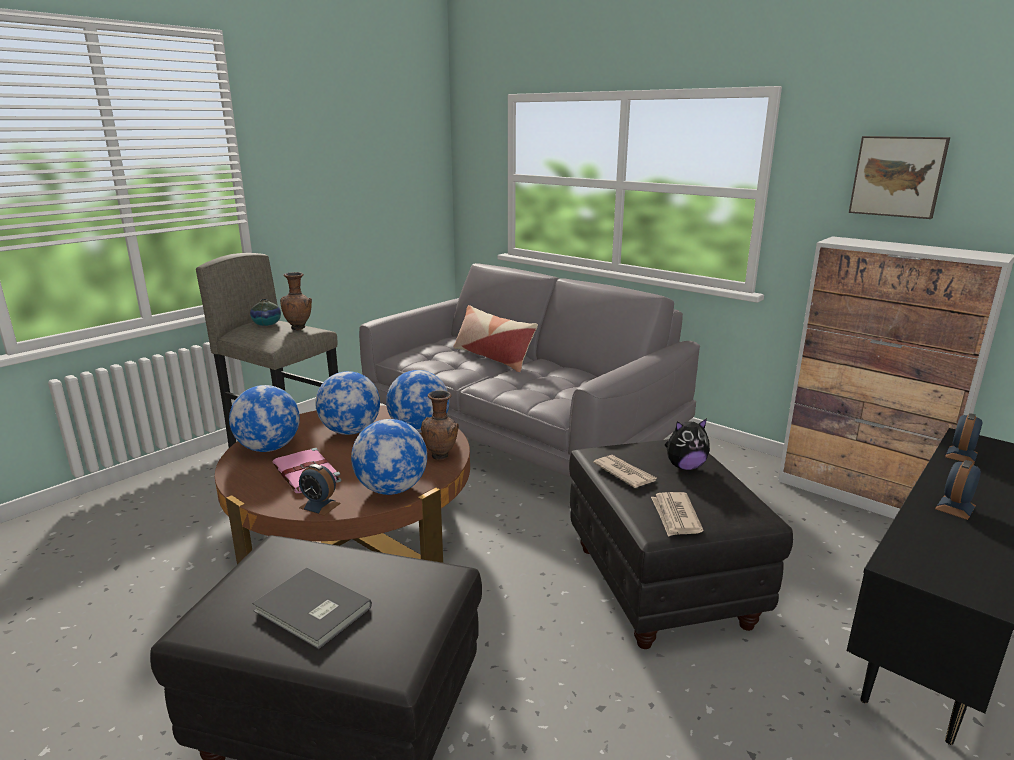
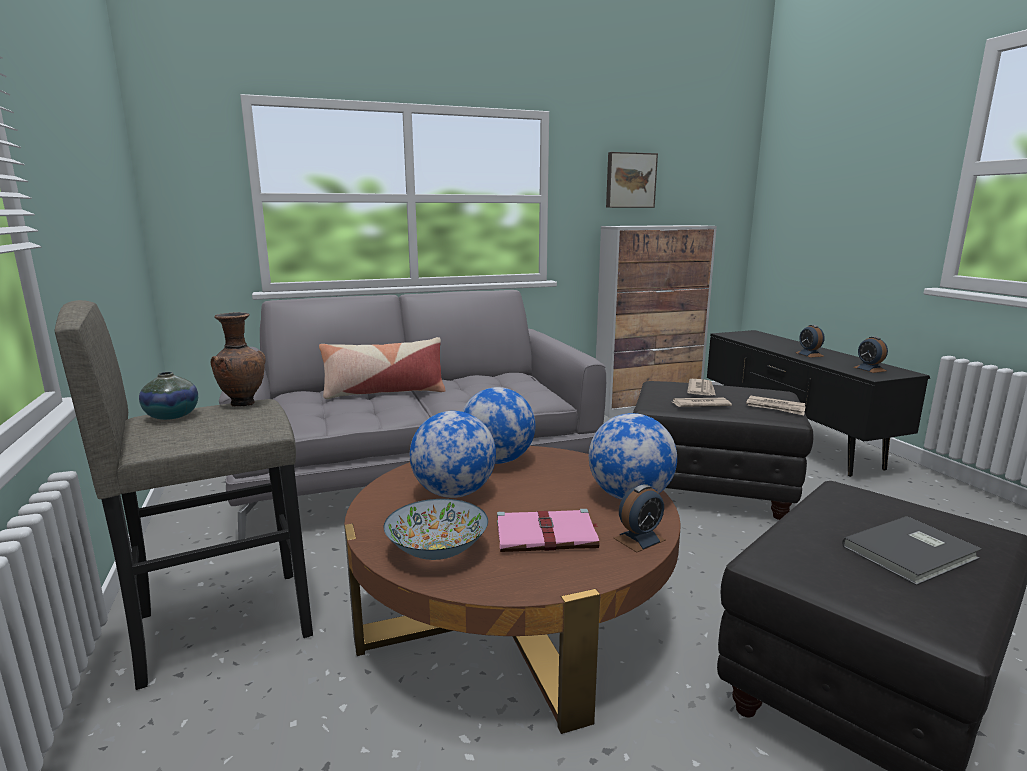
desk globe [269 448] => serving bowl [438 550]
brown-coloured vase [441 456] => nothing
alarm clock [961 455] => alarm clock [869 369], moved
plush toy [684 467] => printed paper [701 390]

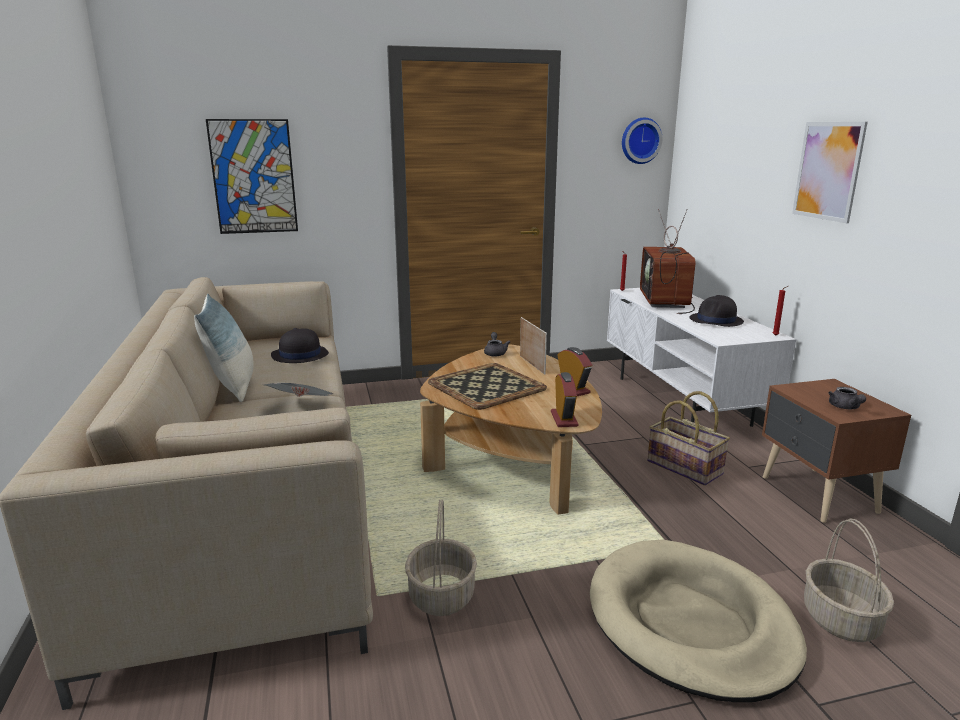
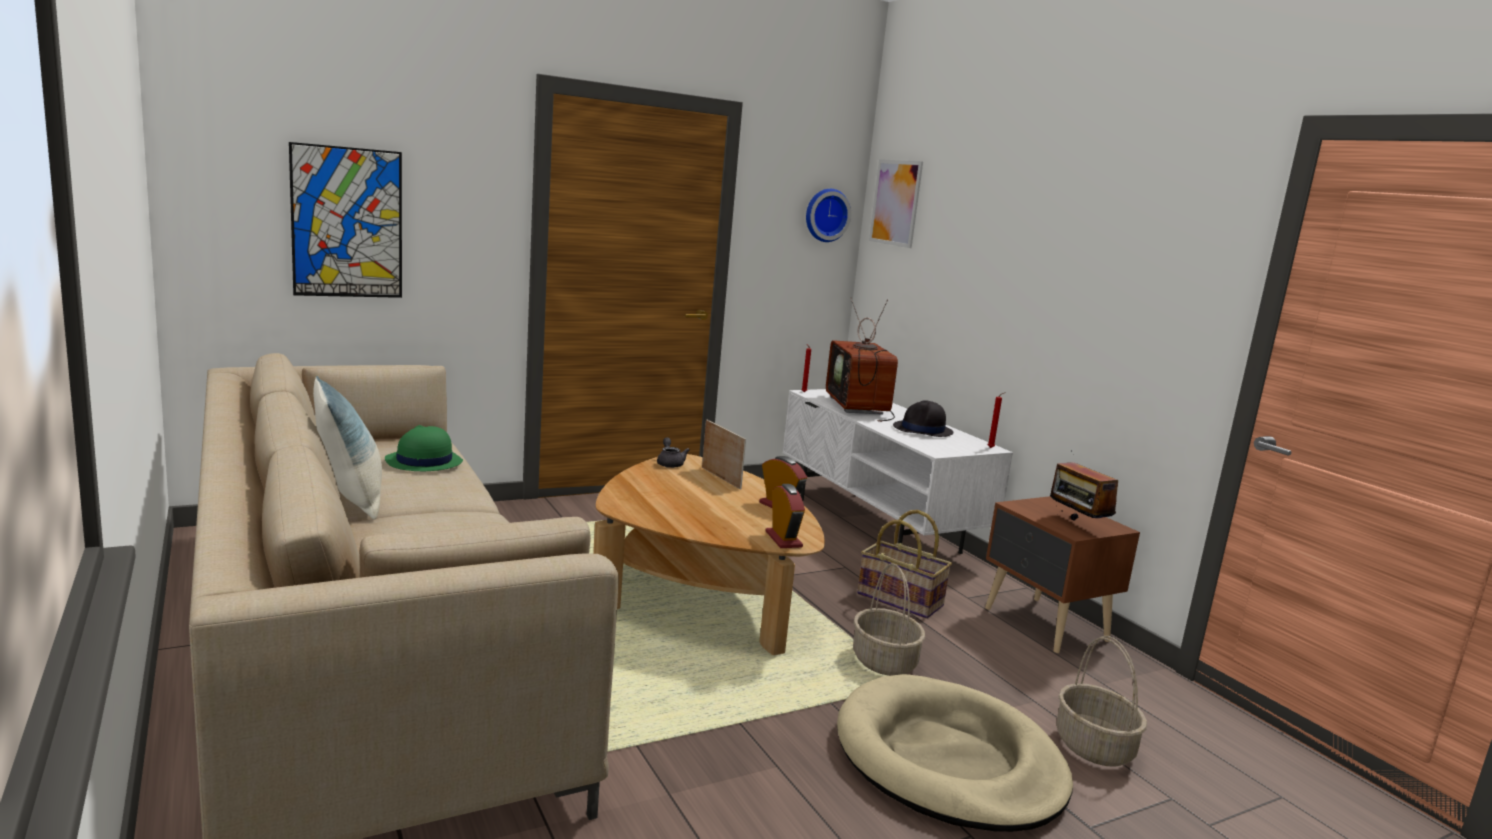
picture [828 171] => picture [895 203], moved
black-coloured hat [299 355] => green hat [423 462]
serving tray [486 385] => nothing
printed paper [303 407] => nothing
grey tea pot [845 407] => radio set [1076 525]
storage basket [441 595] => storage basket [883 661], moved

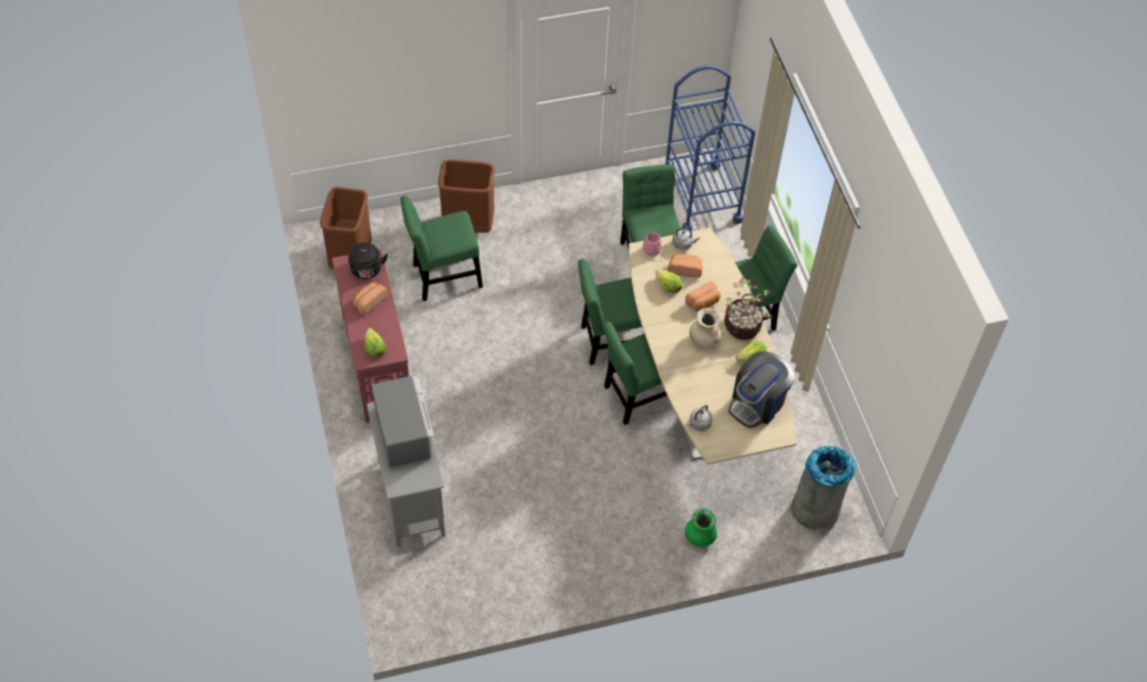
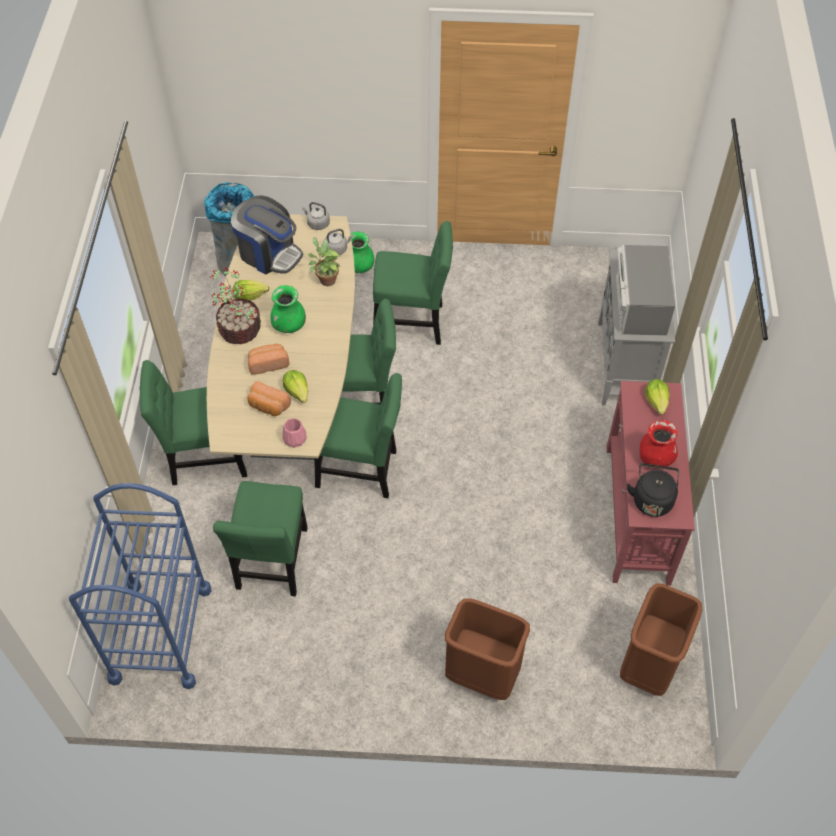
green chair [443 277] => green chair [412 323], moved
grey kettle [683 244] => grey kettle [317 223], moved
baked bread [369 302] => red vase [655 458]
beige-coloured vase [704 340] => green vase [289 325]
coffee machine [757 403] => coffee machine [269 253], 60 degrees clockwise
nothing => plant in a pot [326 279]

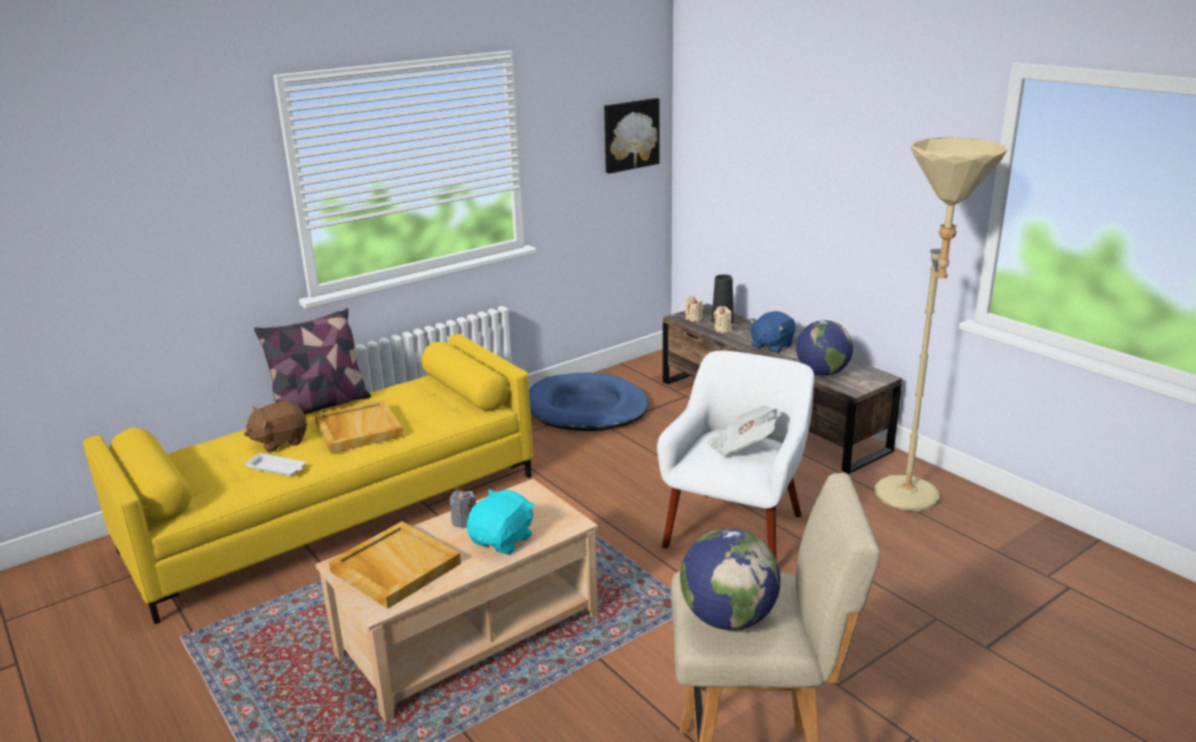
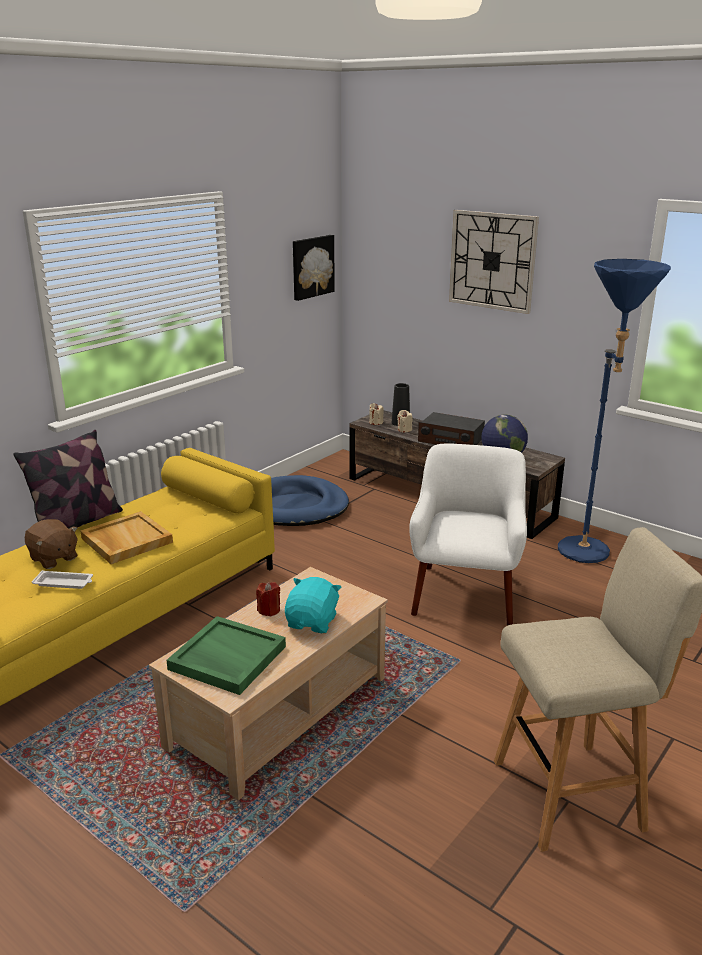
beige-coloured standard lamp [911 502] => bluish standard lamp [589 556]
bluish plush toy [771 346] => radio set [451 440]
brown-coloured plush toy [280 441] => brown-coloured plush toy [53 558], 90 degrees counterclockwise
printed paper [742 447] => nothing
grey candle [464 521] => red candle [269 610]
beige-coloured serving tray [394 567] => green serving tray [226 658]
desk globe [728 618] => nothing
nothing => hanging clock [492 261]

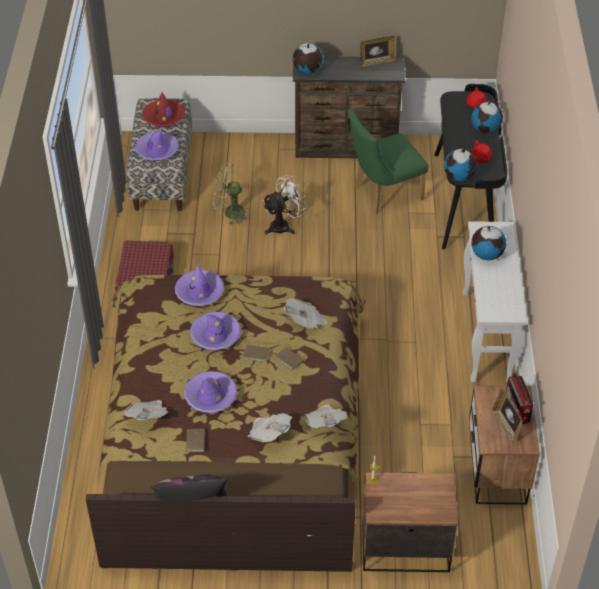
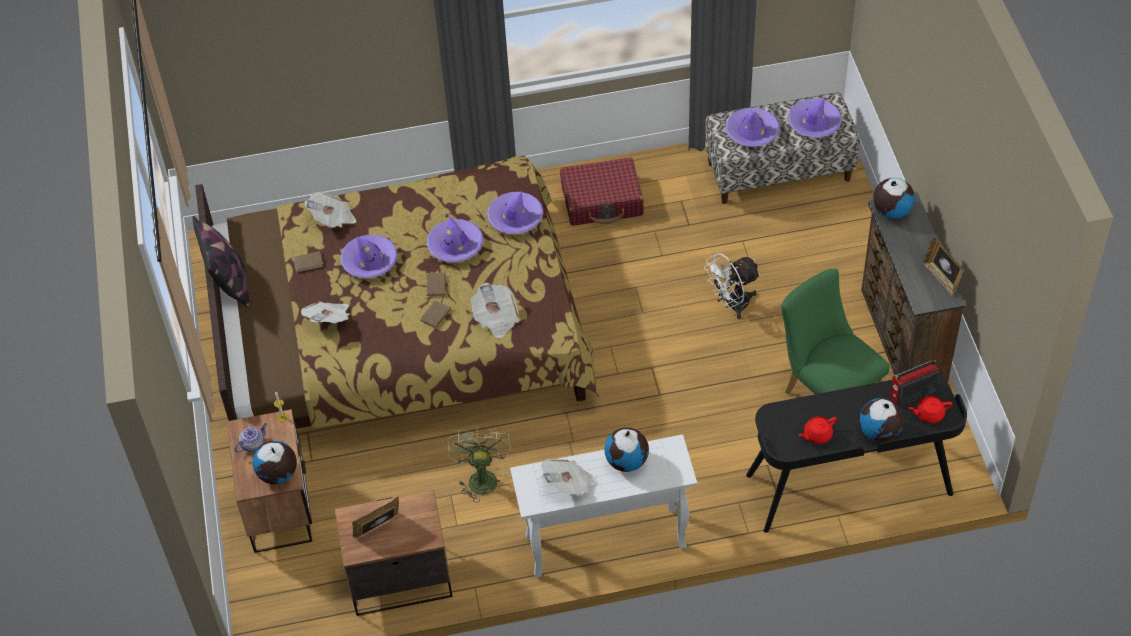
red hat [164 117] => purple-coloured hat [814 123]
desk globe [459 177] => desk globe [278 474], moved
green electric fan [229 212] => green electric fan [481 477], moved
whitish electric fan [284 225] => whitish electric fan [732 305], 105 degrees clockwise
radio set [517 410] => radio set [911 393], moved
printed paper [325 423] => printed paper [569 484], moved
nothing => tea pot [253 444]

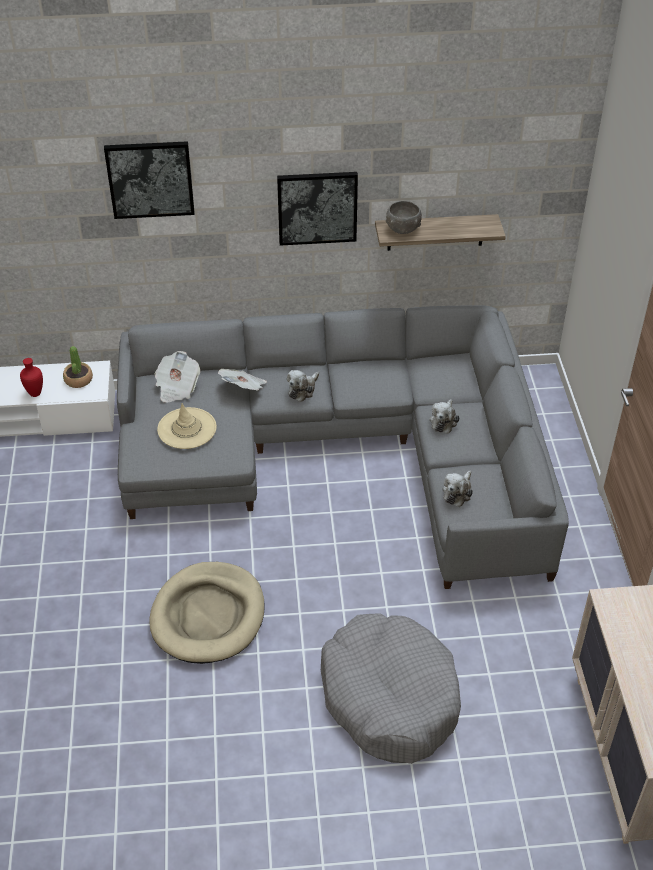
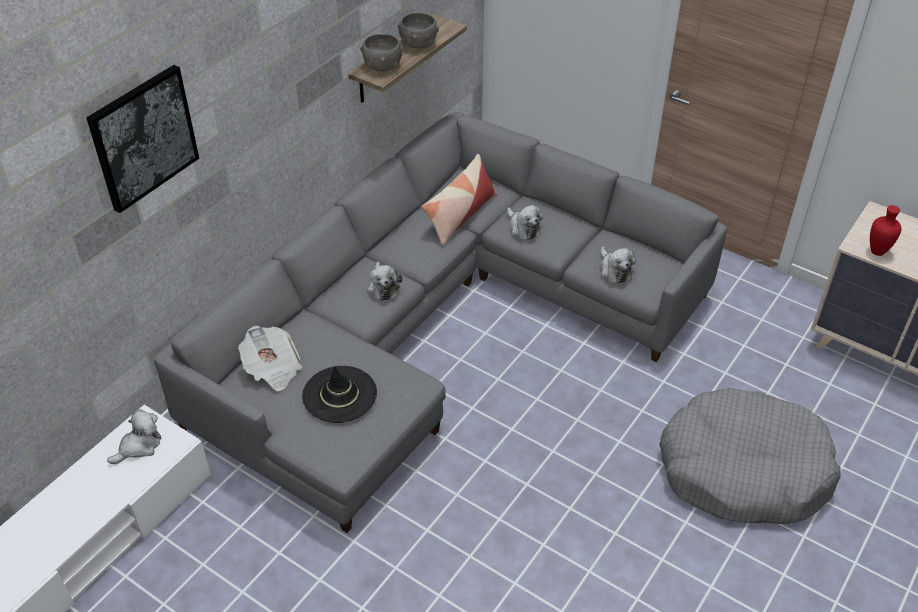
picture [317 207] => nothing
plant in a pot [78 379] => plush toy [139 446]
red vase [36 393] => red vase [877 251], moved
printed paper [244 388] => nothing
beige-coloured hat [187 429] => black-coloured hat [340 394]
beige-coloured dog bed [208 616] => nothing
nothing => grey serving bowl [418 44]
nothing => throw pillow [460 216]

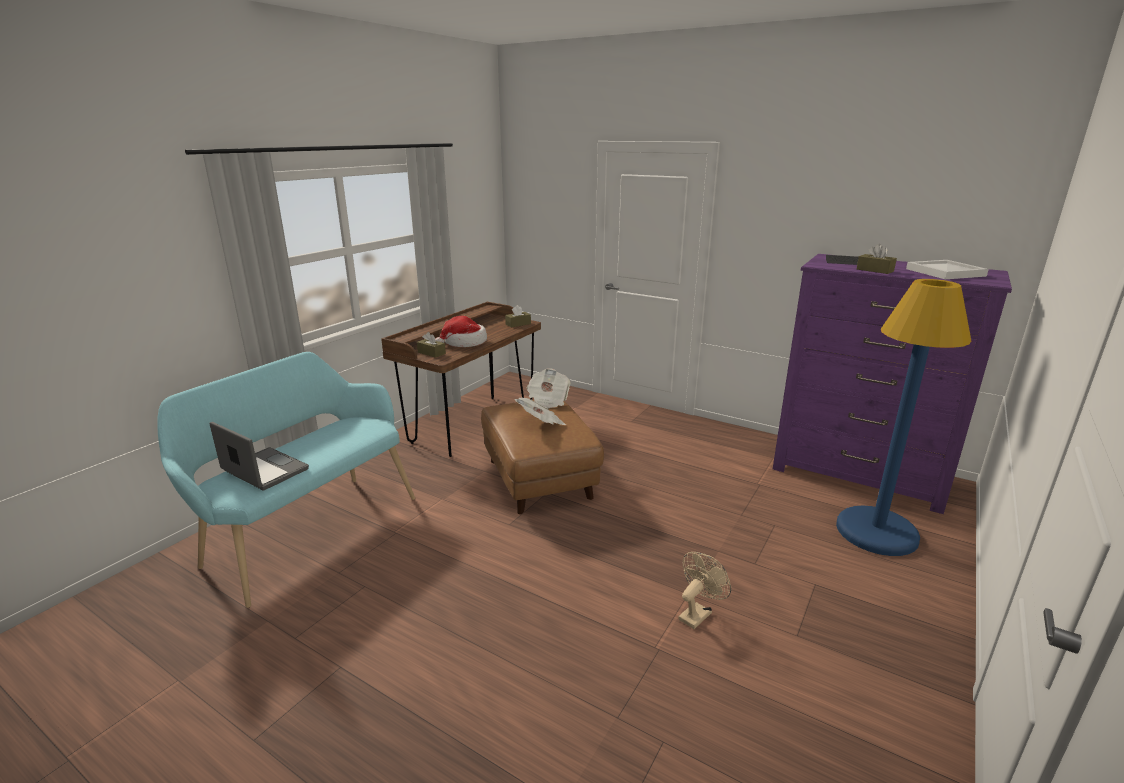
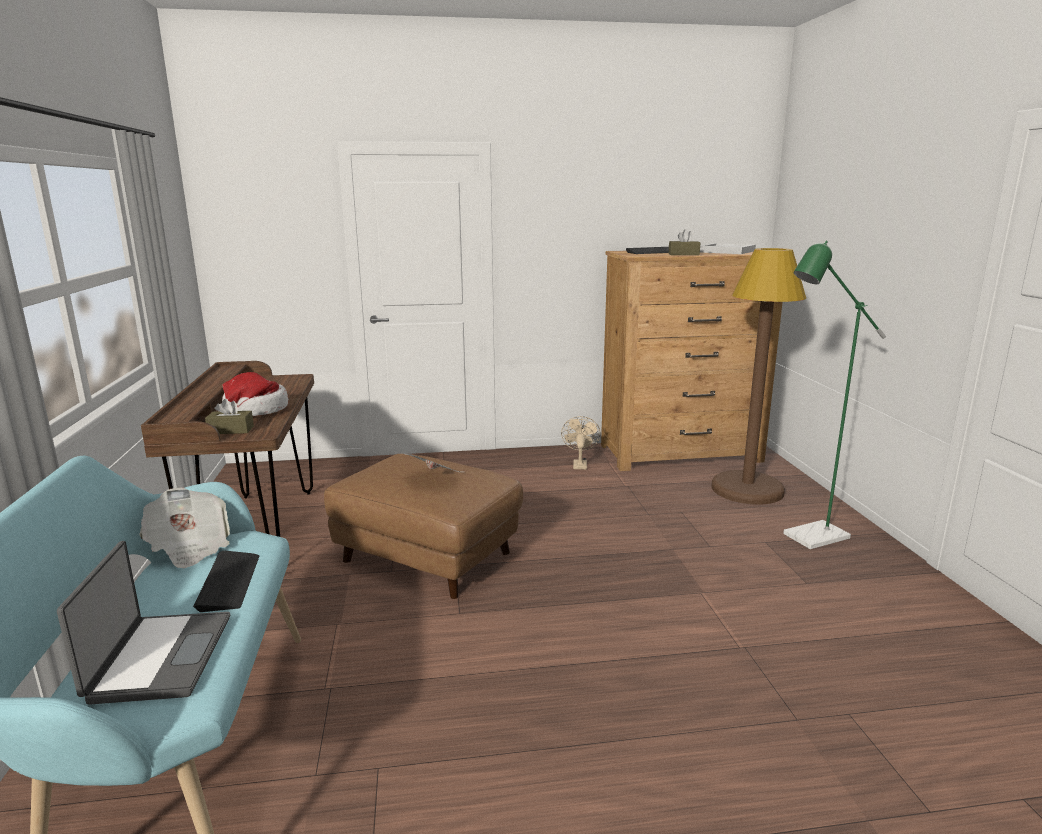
purple-coloured dresser [858 474] => brown-coloured dresser [680 453]
bluish standard lamp [876 532] => brown-coloured standard lamp [747 489]
brown-coloured box of tissues [518 324] => nothing
printed paper [548 401] => printed paper [189 547], moved
laptop [263 471] => laptop [159 658], 90 degrees clockwise
beige-coloured electric fan [697 613] => beige-coloured electric fan [579 464], moved
nothing => green standard lamp [808 538]
nothing => PC keyboard [229 582]

